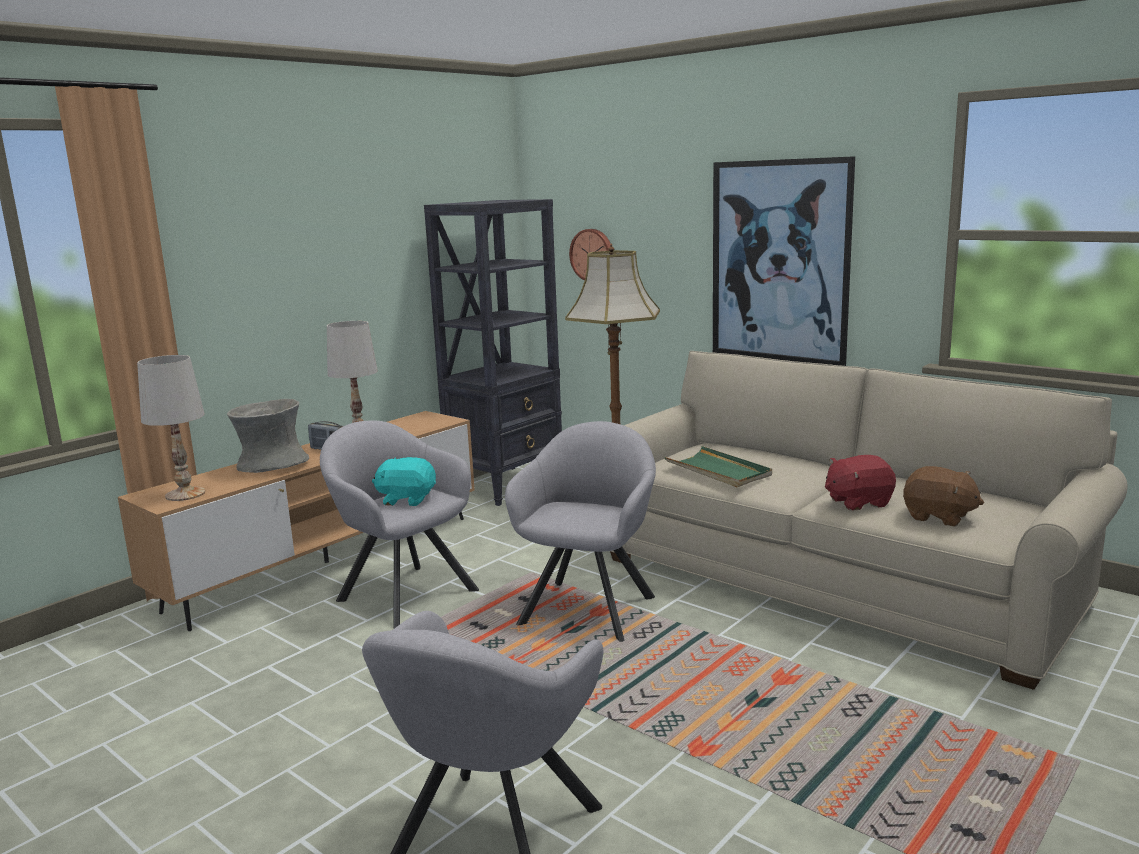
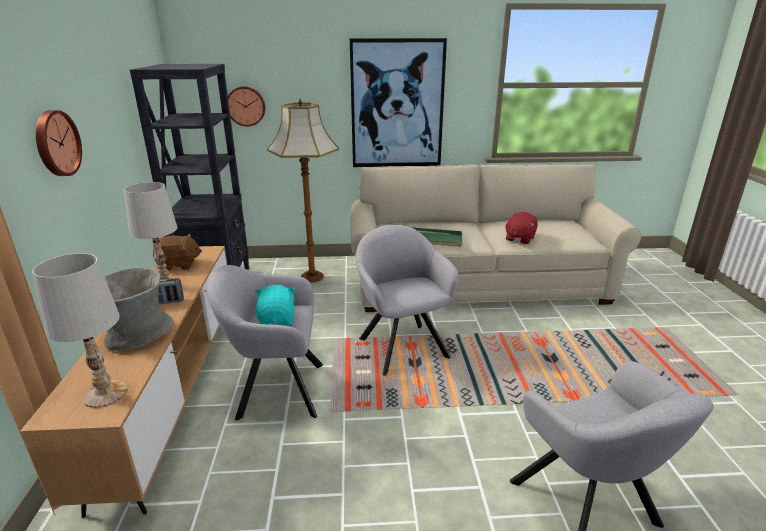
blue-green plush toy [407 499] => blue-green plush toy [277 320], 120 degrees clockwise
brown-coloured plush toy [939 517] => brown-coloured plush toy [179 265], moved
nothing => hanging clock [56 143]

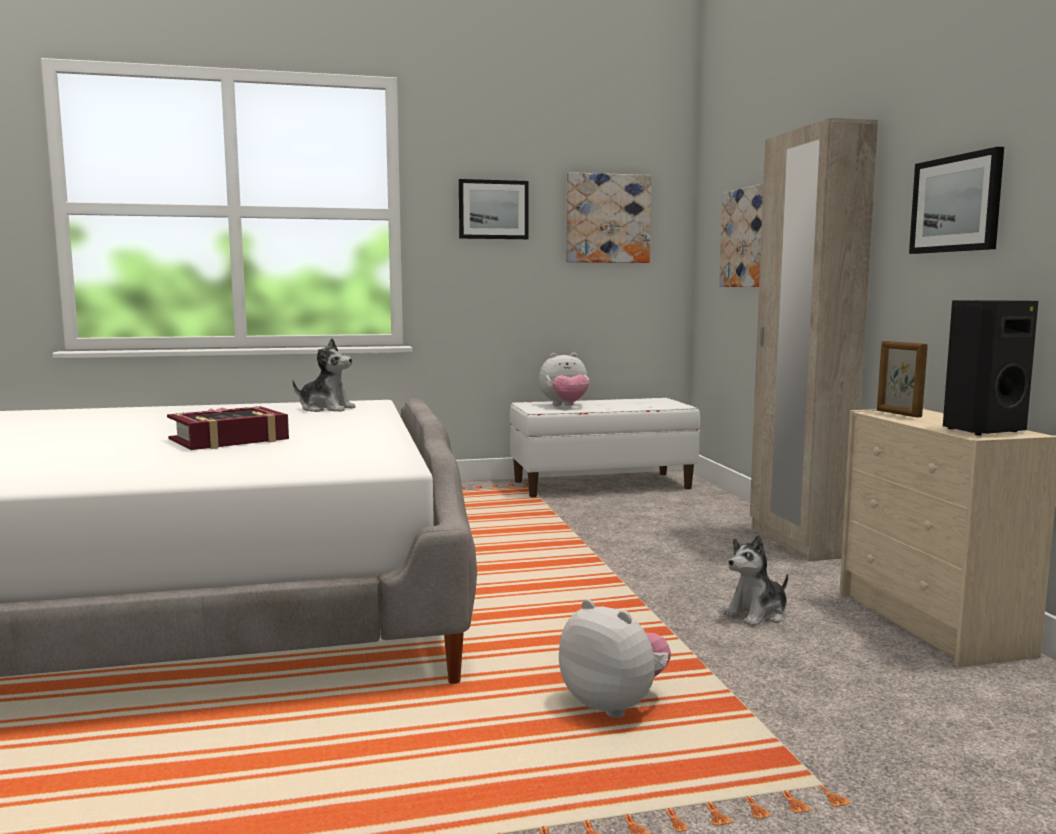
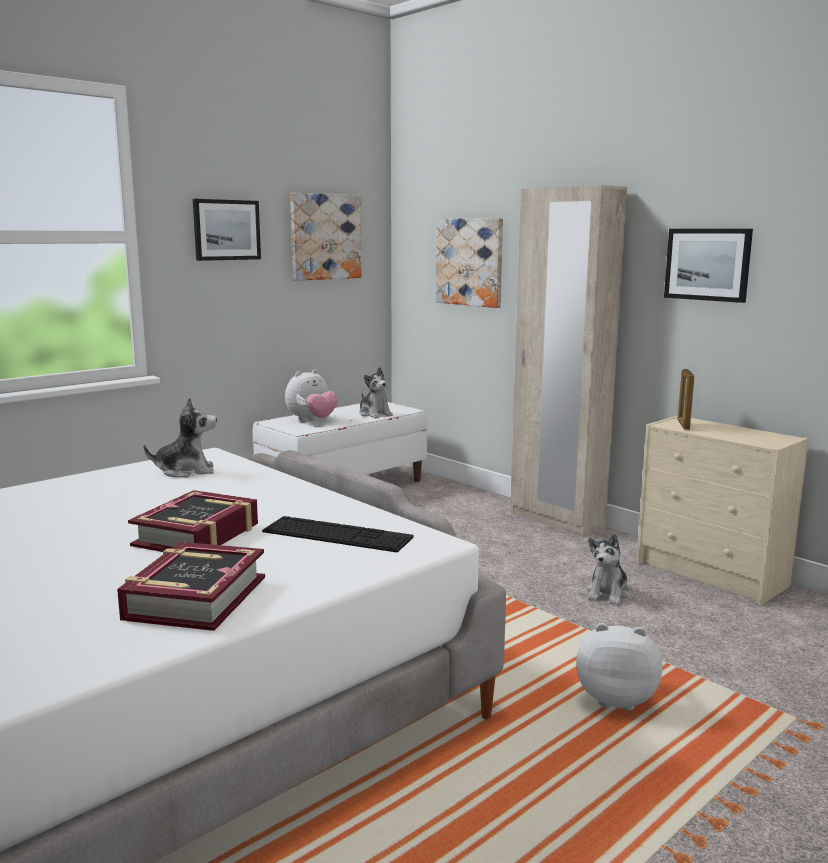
black-coloured loudspeaker [980 430] => nothing
standing frame [898 413] => standing frame [683 425], 60 degrees clockwise
nothing => plush toy [375 414]
nothing => PC keyboard [337 534]
nothing => book [195 598]

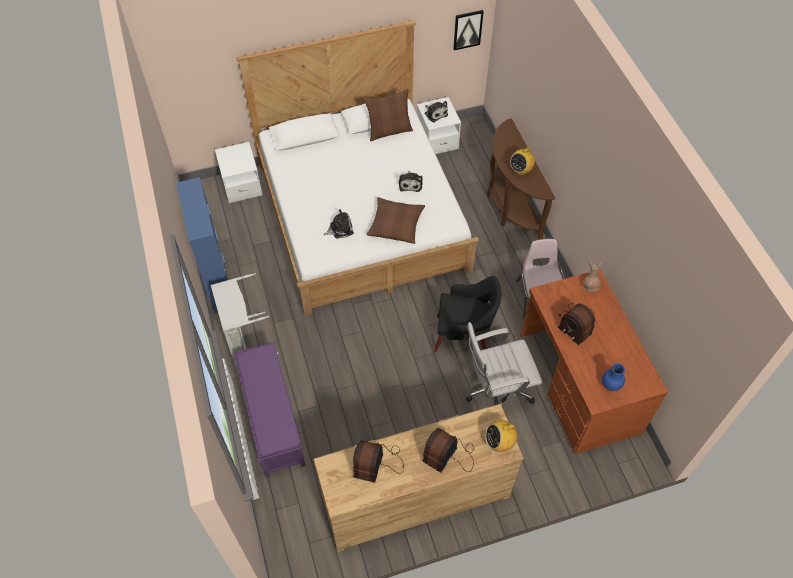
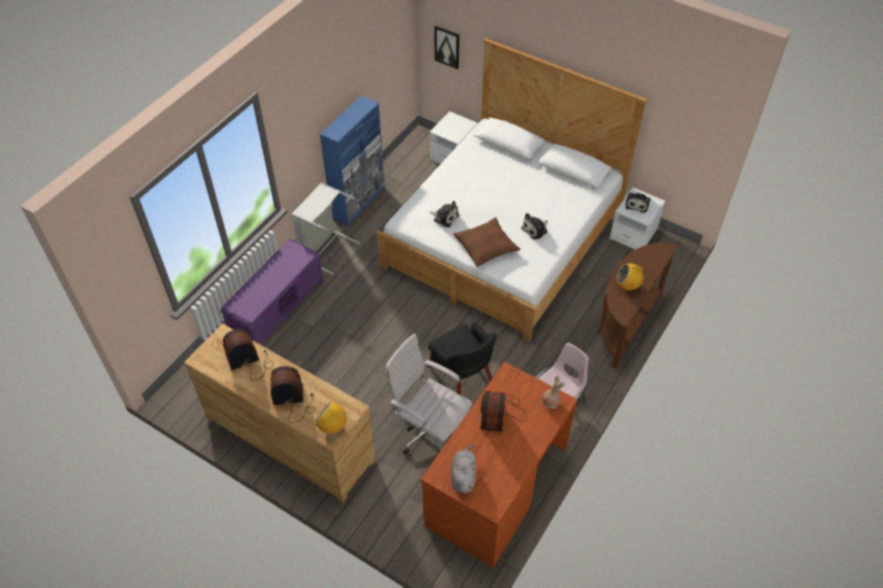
picture [467 29] => picture [447 47], moved
brown-coloured throw pillow [389 131] => nothing
bluish vase [610 385] => grey plush toy [463 475]

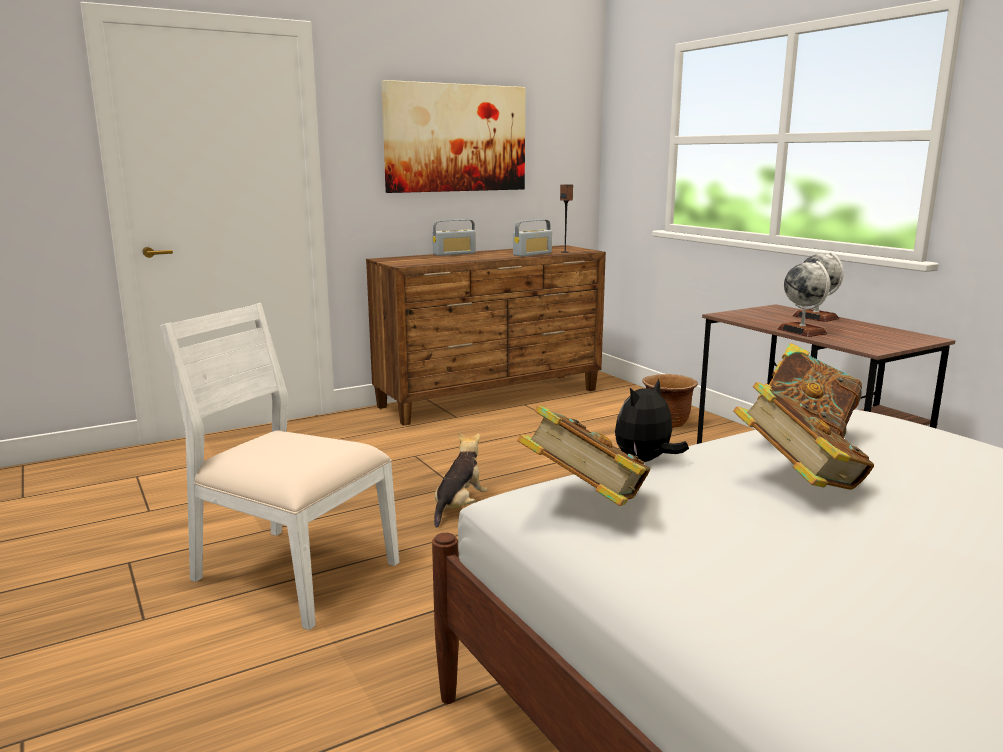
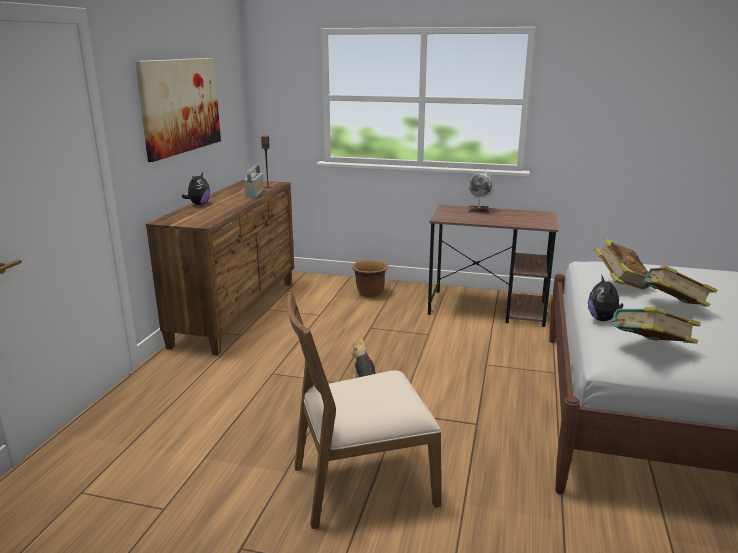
radio set [454 254] => plush toy [199 204]
desk globe [802 331] => nothing
whitish chair [292 572] => brown-coloured chair [362 484]

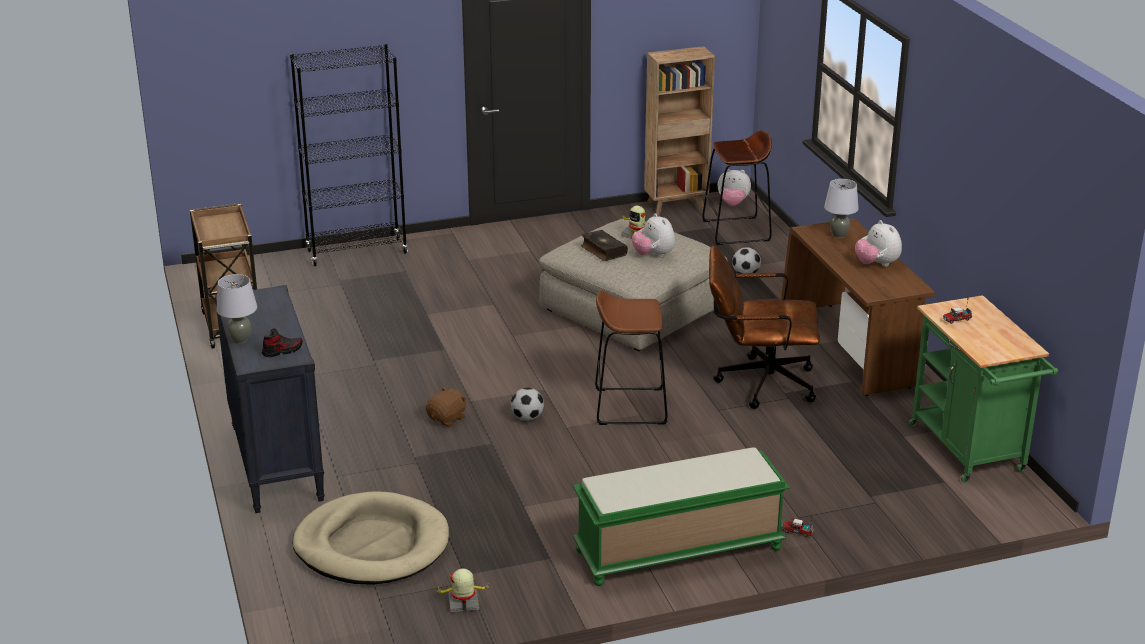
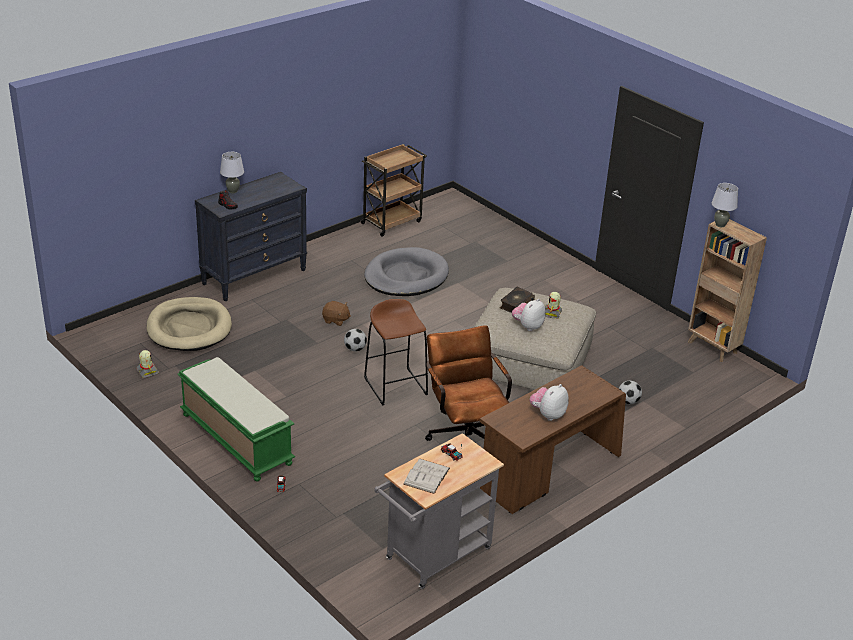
black-coloured bookshelf [357 252] => nothing
brown-coloured stool [736 231] => nothing
plush toy [733 204] => nothing
grey table lamp [839 235] => grey table lamp [720 225], moved
green wheeled cart [971 452] => grey wheeled cart [433 557]
nothing => grey dog bed [406 276]
nothing => whitish book [426 476]

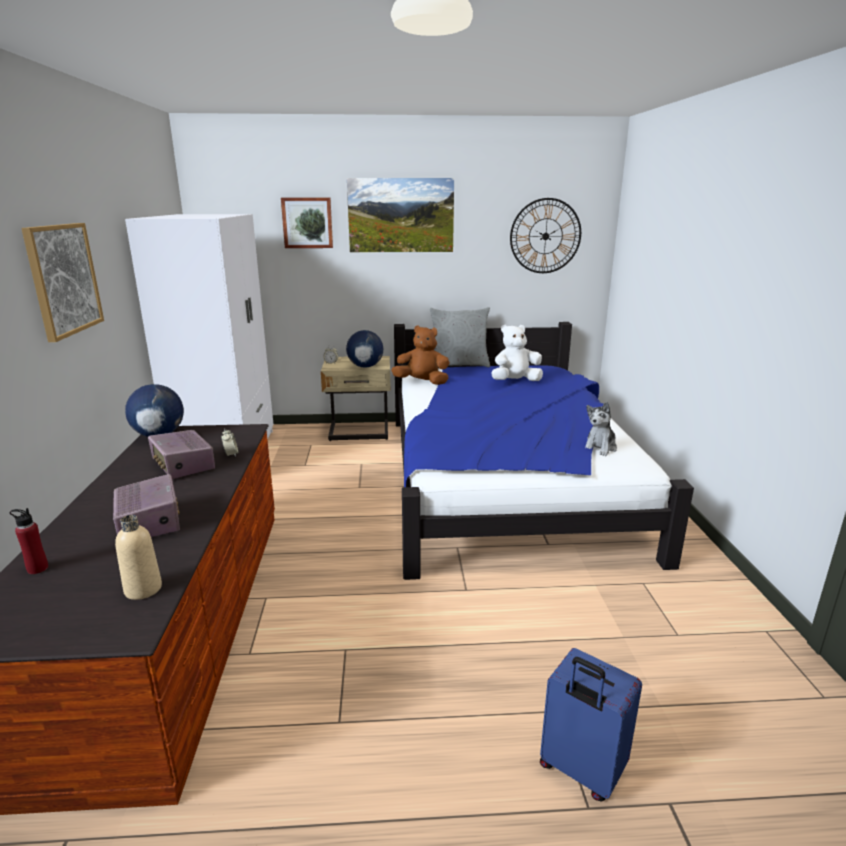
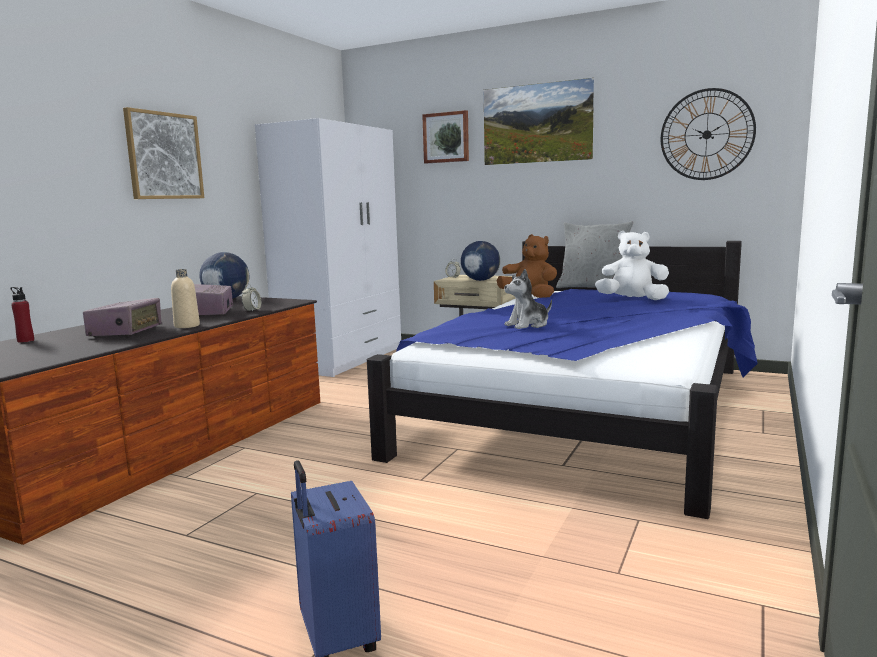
plush toy [600 448] => plush toy [528 325], moved
beige-coloured bottle [143 589] => beige-coloured bottle [187 326], moved

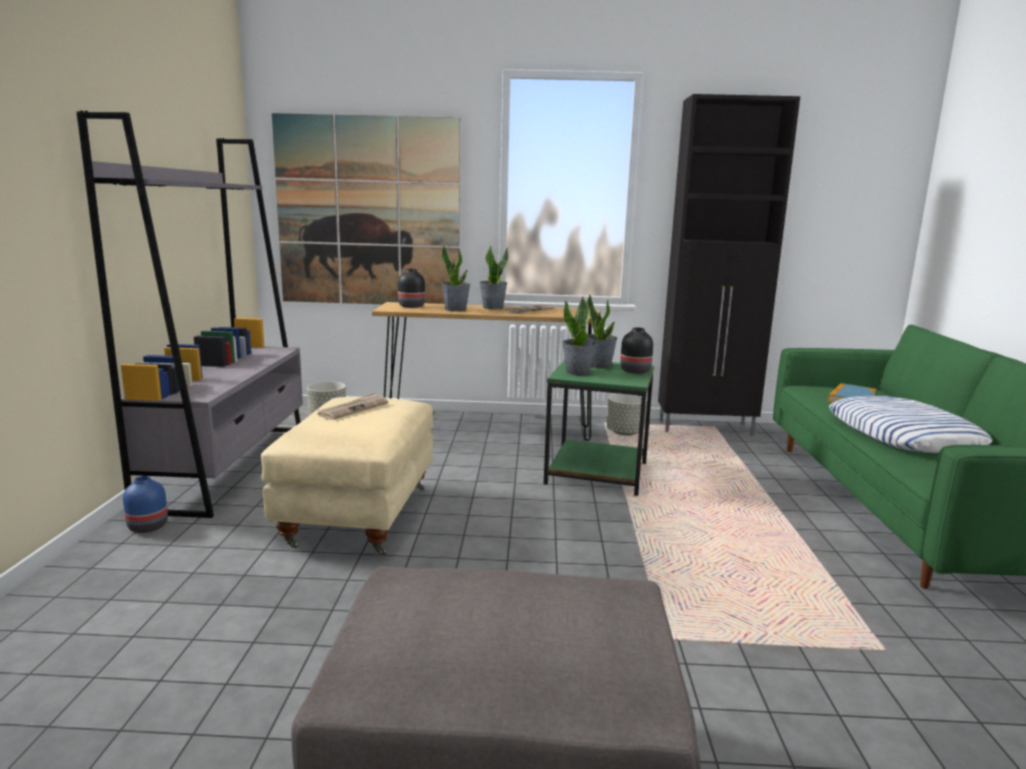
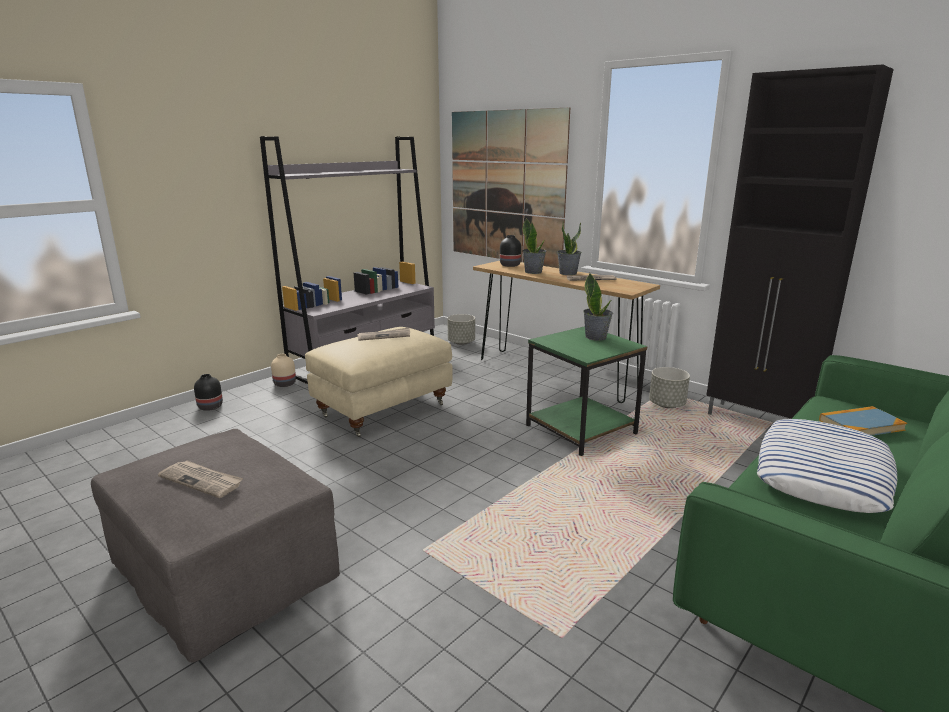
plant in a pot [578 372] => nothing
black-coloured vase [636 371] => black-coloured vase [210 407], moved
bluish vase [147 527] => beige-coloured vase [284 384]
nothing => printed paper [202 480]

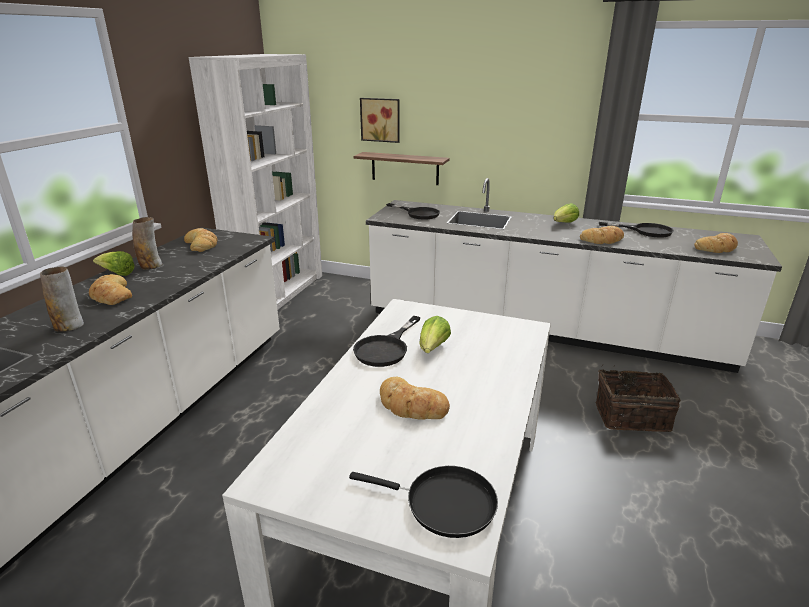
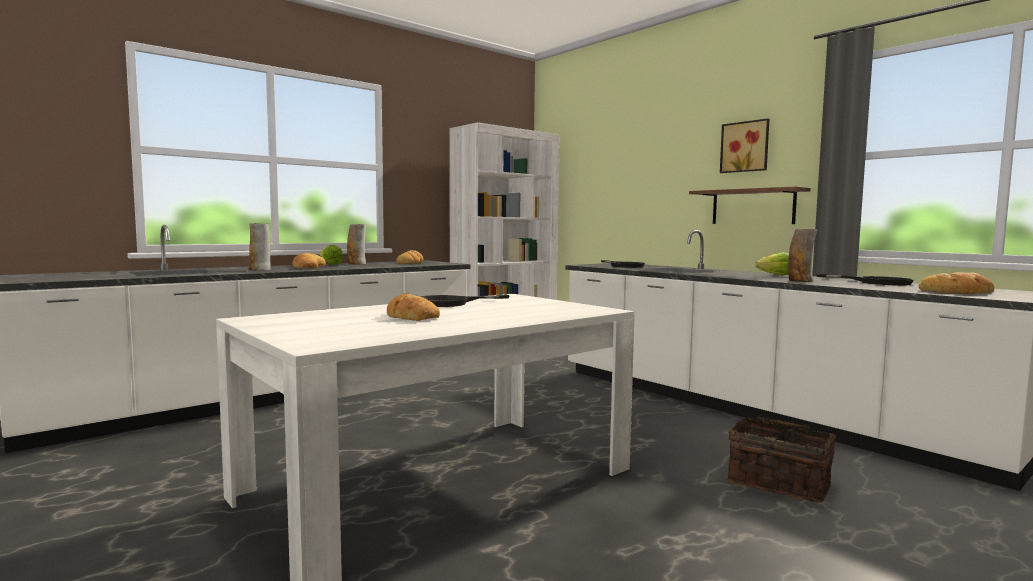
picture [380 119] => picture [745 147], moved
wall shelf [405 168] => wall shelf [752 207], moved
baked bread [603 239] => vase [800 281]
lettuce head [433 349] => nothing
black-coloured frying pan [444 503] => nothing

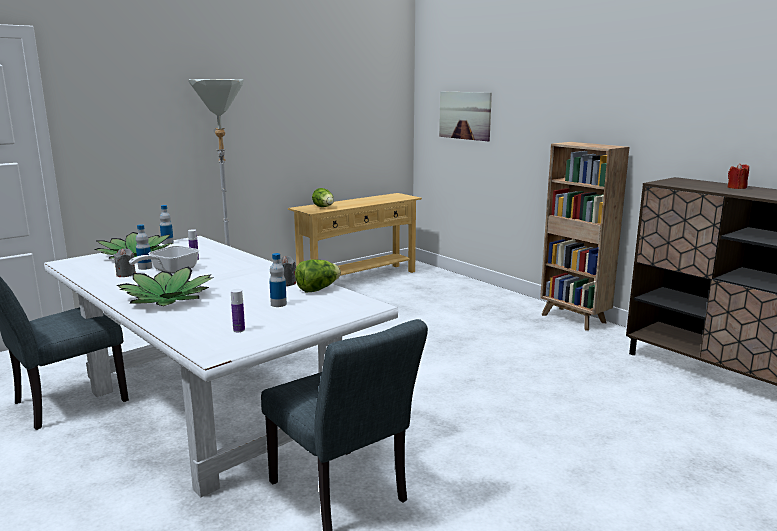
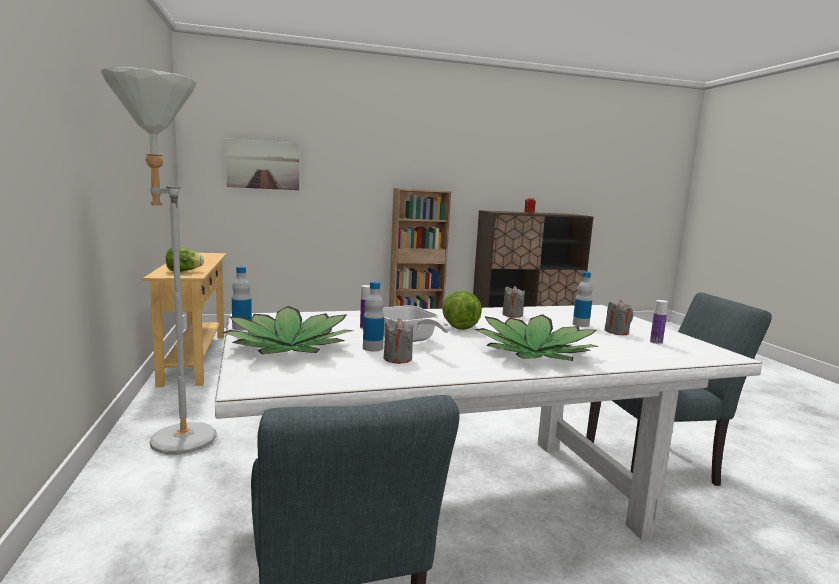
lettuce head [317 289] => lettuce head [458 325], moved
nothing => grey candle [617 332]

